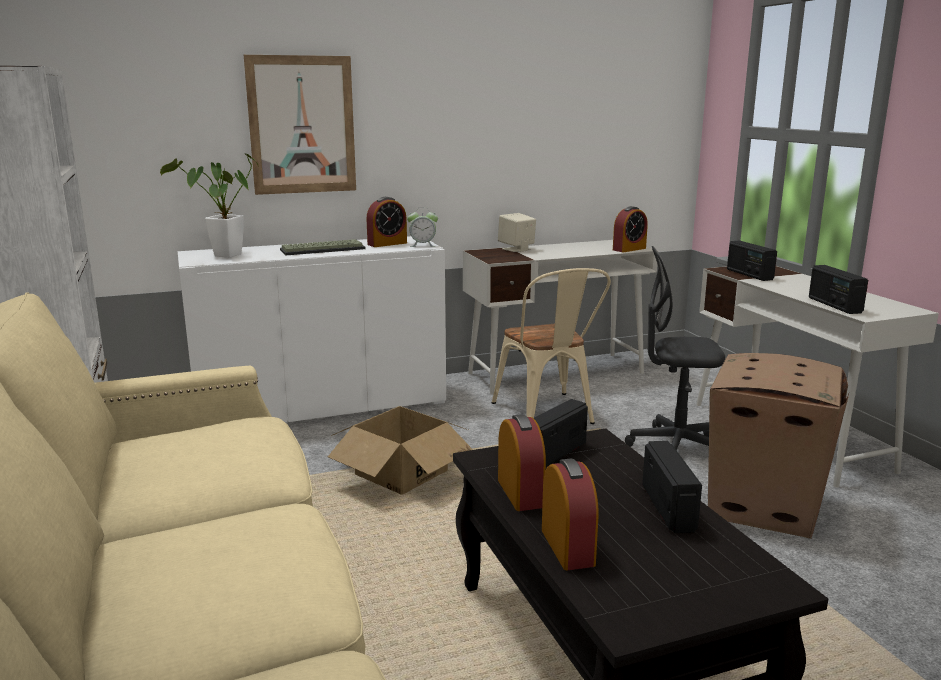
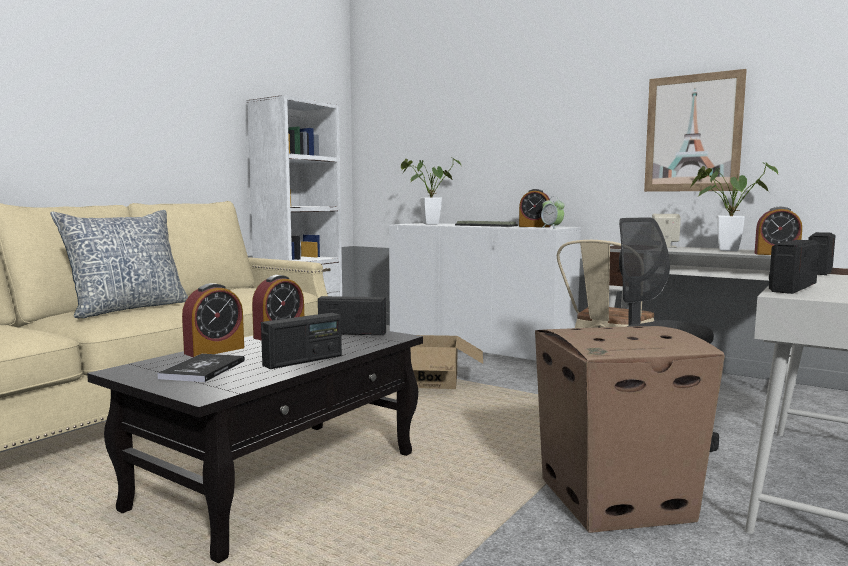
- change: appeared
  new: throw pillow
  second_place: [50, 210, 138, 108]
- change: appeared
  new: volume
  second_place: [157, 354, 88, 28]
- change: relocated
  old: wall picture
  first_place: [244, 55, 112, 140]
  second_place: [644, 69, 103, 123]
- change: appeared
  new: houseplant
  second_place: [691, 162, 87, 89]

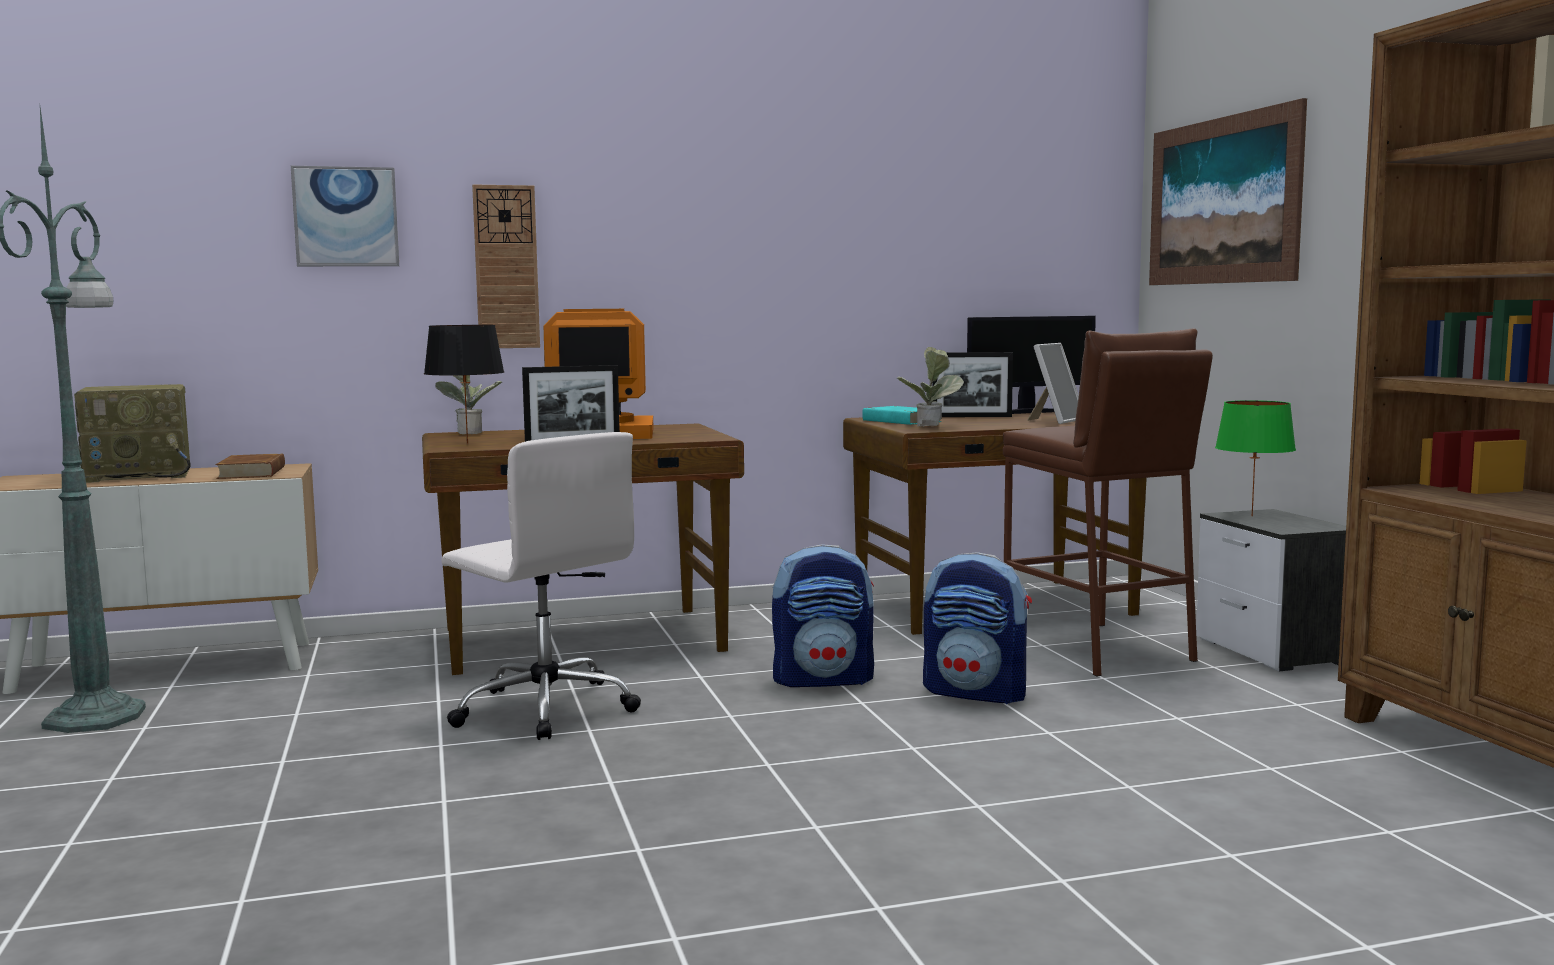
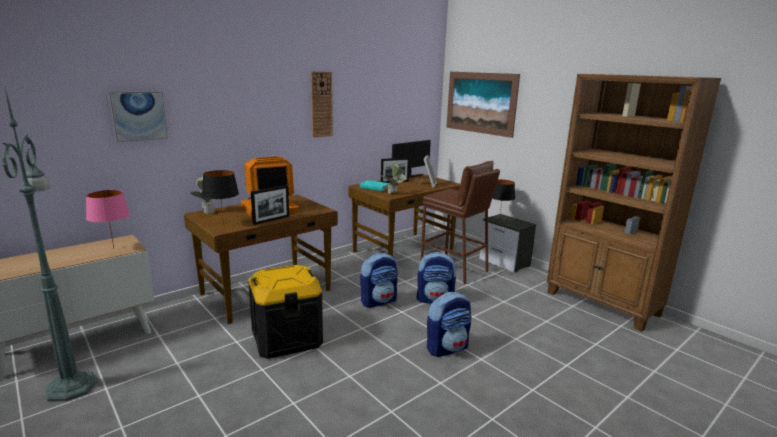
- change: exchanged
  old: brown volume
  new: pinkish lamp for a table
  first_place: [215, 453, 70, 26]
  second_place: [86, 190, 44, 58]
- change: exchanged
  old: white desk chair
  new: black-coloured storage container
  first_place: [442, 432, 199, 308]
  second_place: [248, 265, 75, 94]
- change: relocated
  old: hanging clock
  first_place: [472, 184, 68, 164]
  second_place: [311, 71, 22, 67]
- change: appeared
  new: rucksack
  second_place: [427, 292, 44, 65]
- change: colour
  old: greenish lamp for a table
  new: black-coloured lamp for a table
  first_place: [1215, 400, 81, 116]
  second_place: [492, 180, 23, 34]
- change: missing
  old: radio set
  first_place: [74, 384, 117, 99]

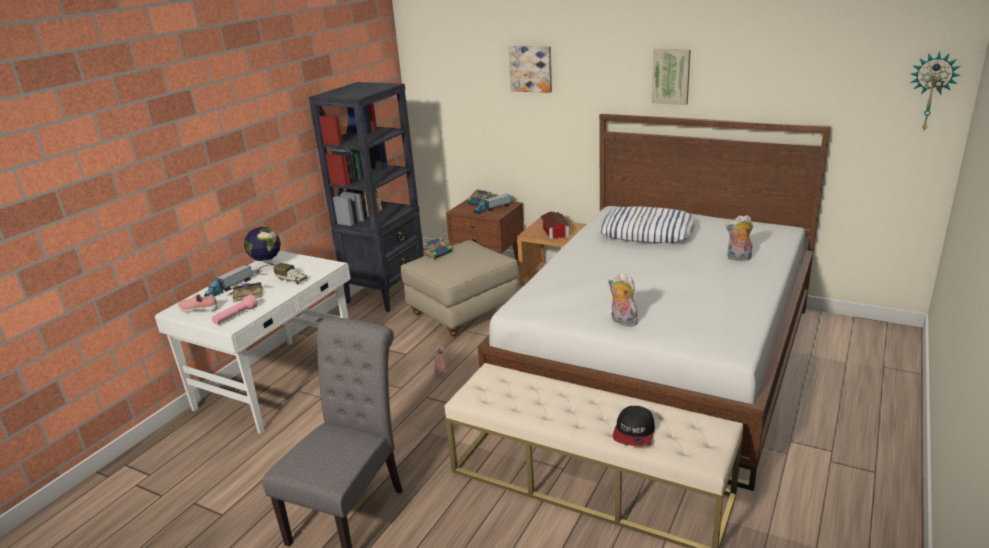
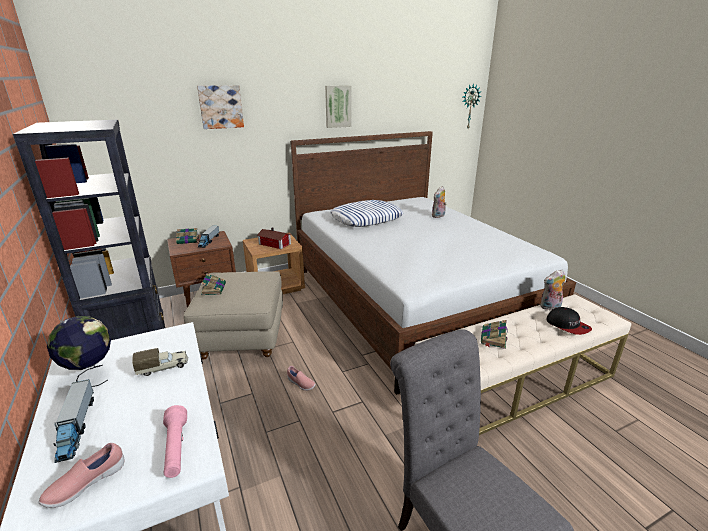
- change: relocated
  old: volume
  first_place: [229, 282, 33, 20]
  second_place: [481, 320, 27, 29]
- change: relocated
  old: plush toy
  first_place: [608, 273, 30, 54]
  second_place: [540, 269, 26, 41]

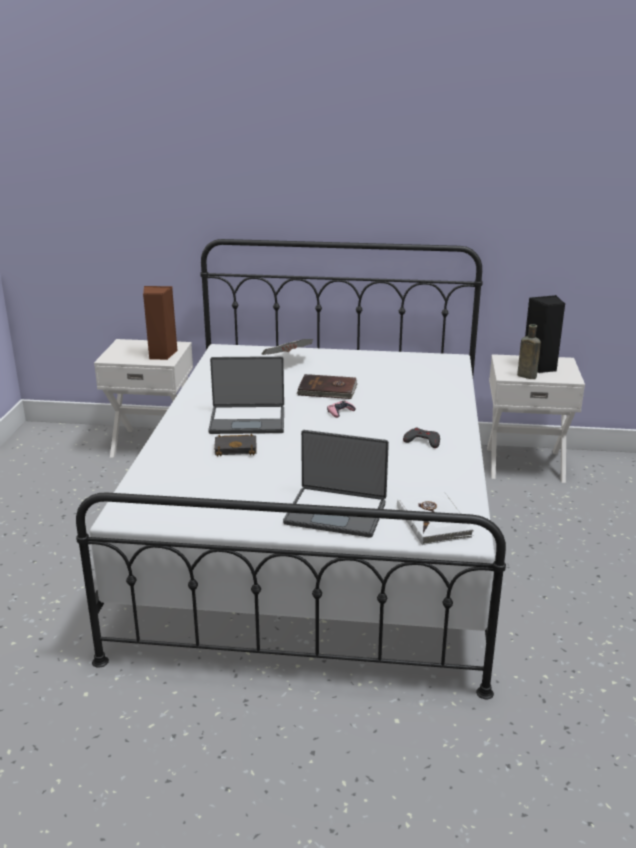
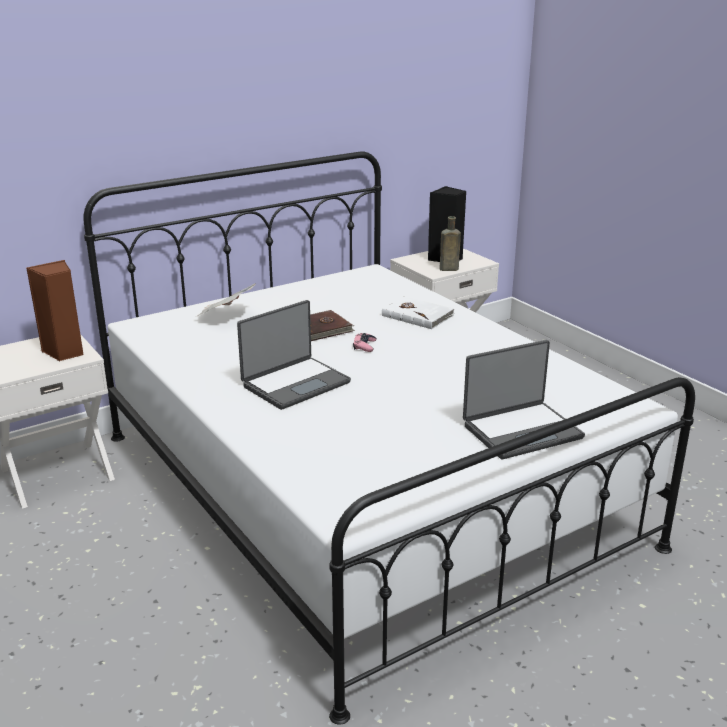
- change: relocated
  old: white volume
  first_place: [397, 493, 77, 52]
  second_place: [382, 296, 73, 33]
- change: missing
  old: black-coloured volume
  first_place: [214, 434, 43, 22]
- change: missing
  old: grey joypad
  first_place: [403, 427, 37, 21]

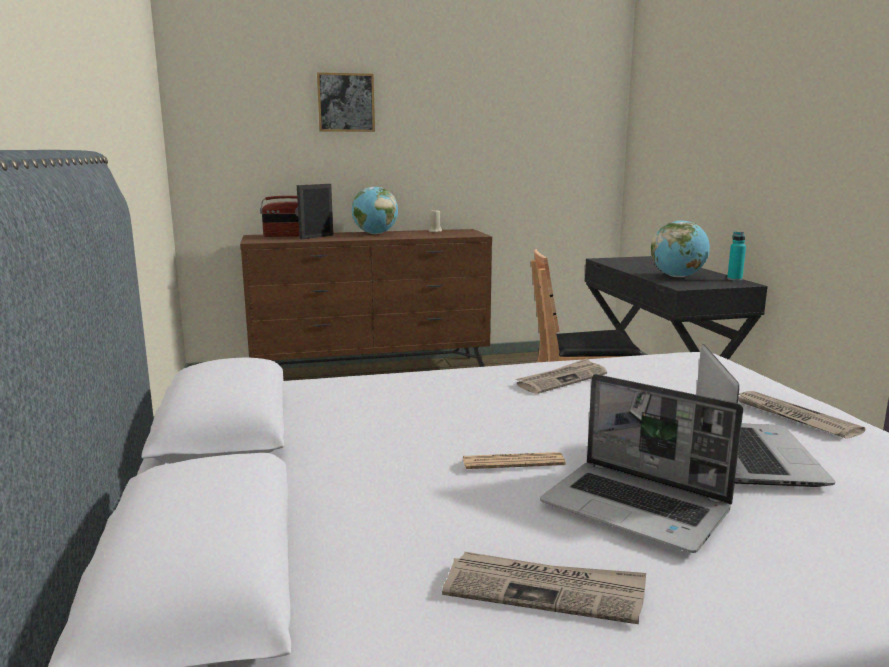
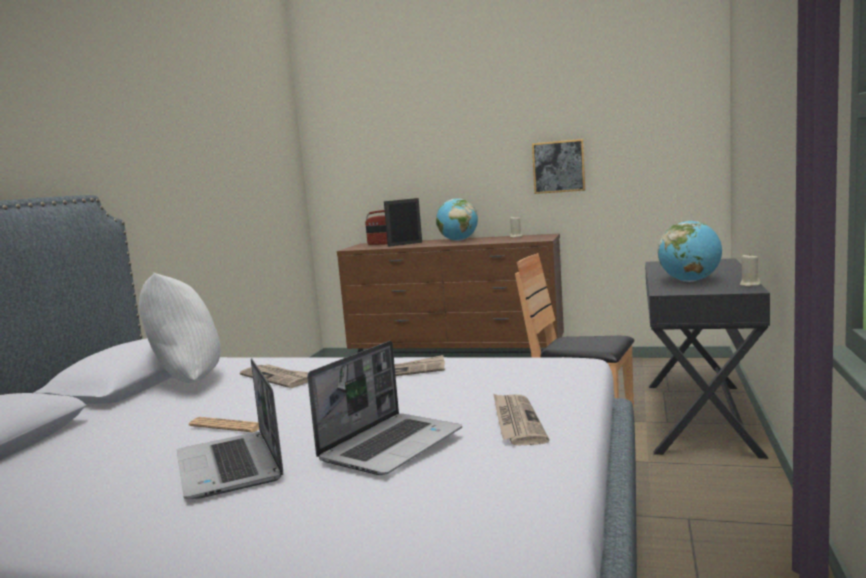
- change: appeared
  new: white throw pillow
  second_place: [139, 272, 82, 111]
- change: relocated
  old: newspaper
  first_place: [442, 552, 204, 72]
  second_place: [240, 364, 68, 24]
- change: relocated
  old: wall picture
  first_place: [317, 72, 58, 60]
  second_place: [532, 139, 53, 55]
- change: exchanged
  old: blue-green beverage bottle
  new: beige-coloured wax candle
  first_place: [727, 232, 19, 49]
  second_place: [740, 253, 21, 34]

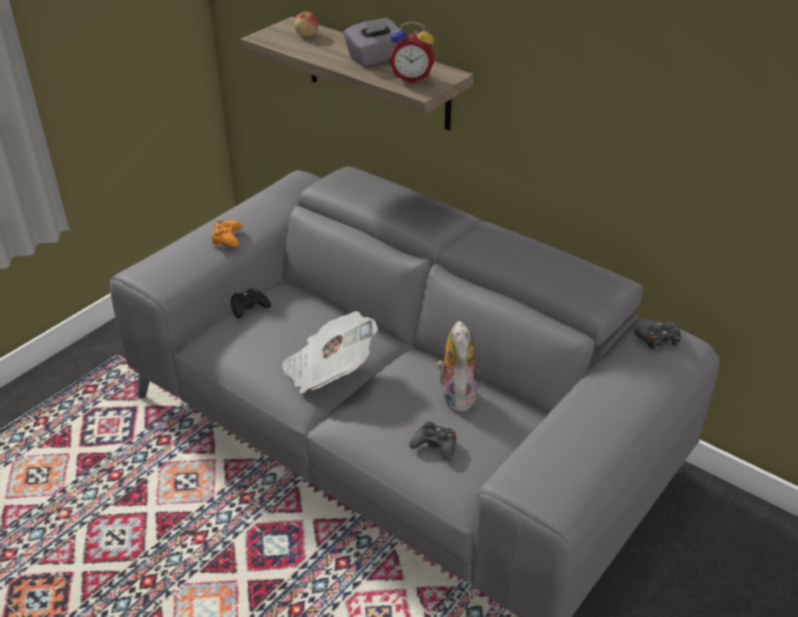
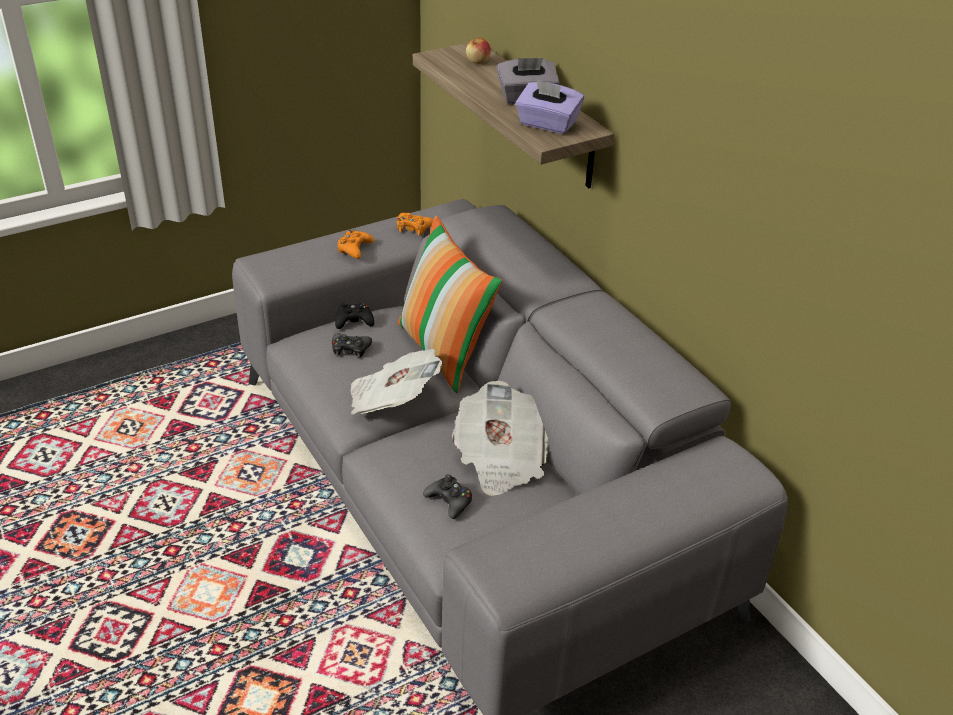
- change: relocated
  old: black-coloured joypad
  first_place: [634, 321, 47, 29]
  second_place: [332, 334, 40, 24]
- change: appeared
  new: orange-coloured joypad
  second_place: [397, 213, 37, 23]
- change: appeared
  new: throw pillow
  second_place: [398, 216, 104, 177]
- change: exchanged
  old: plush toy
  new: newspaper
  first_place: [436, 321, 41, 92]
  second_place: [452, 381, 96, 115]
- change: exchanged
  old: bedside clock
  new: purplish box of tissues
  first_place: [389, 21, 46, 62]
  second_place: [515, 80, 69, 54]

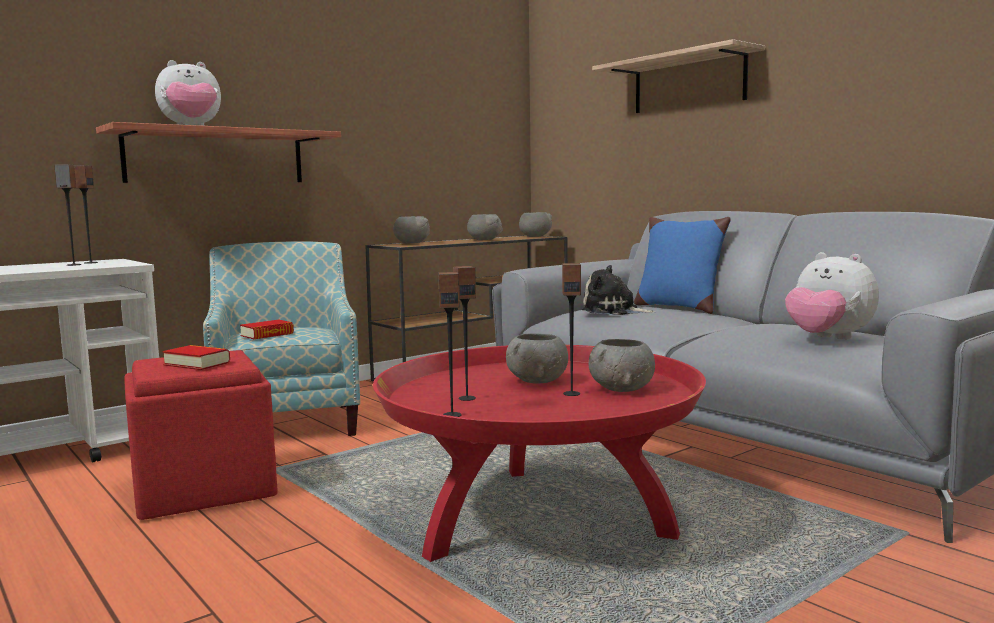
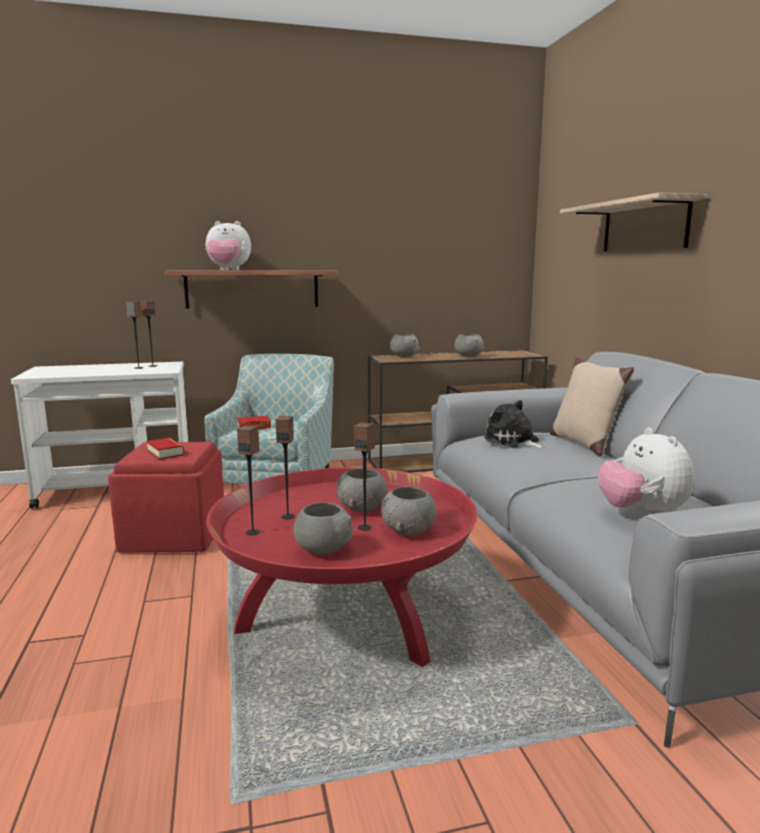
- change: relocated
  old: grey deep dish
  first_place: [519, 212, 33, 25]
  second_place: [293, 503, 60, 52]
- change: colour
  old: bluish throw pillow
  new: beige-coloured throw pillow
  first_place: [634, 217, 97, 97]
  second_place: [550, 356, 84, 101]

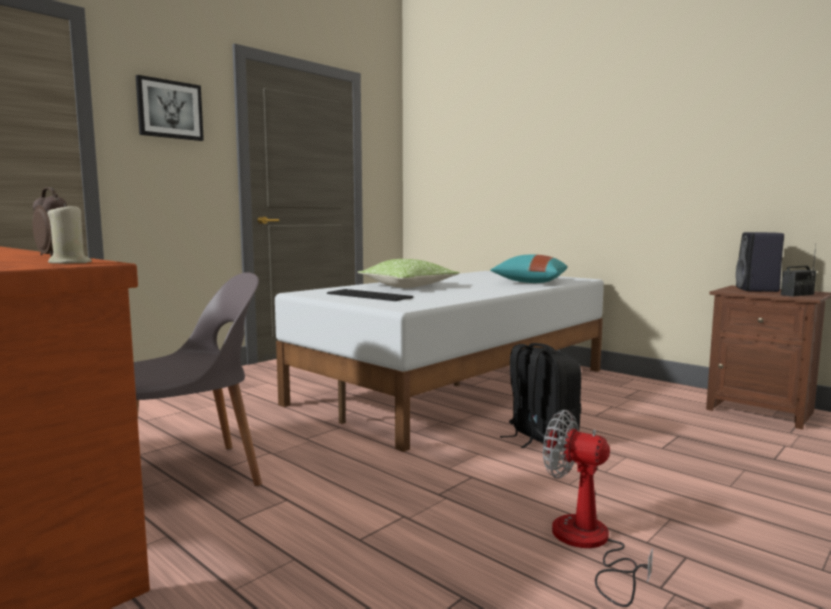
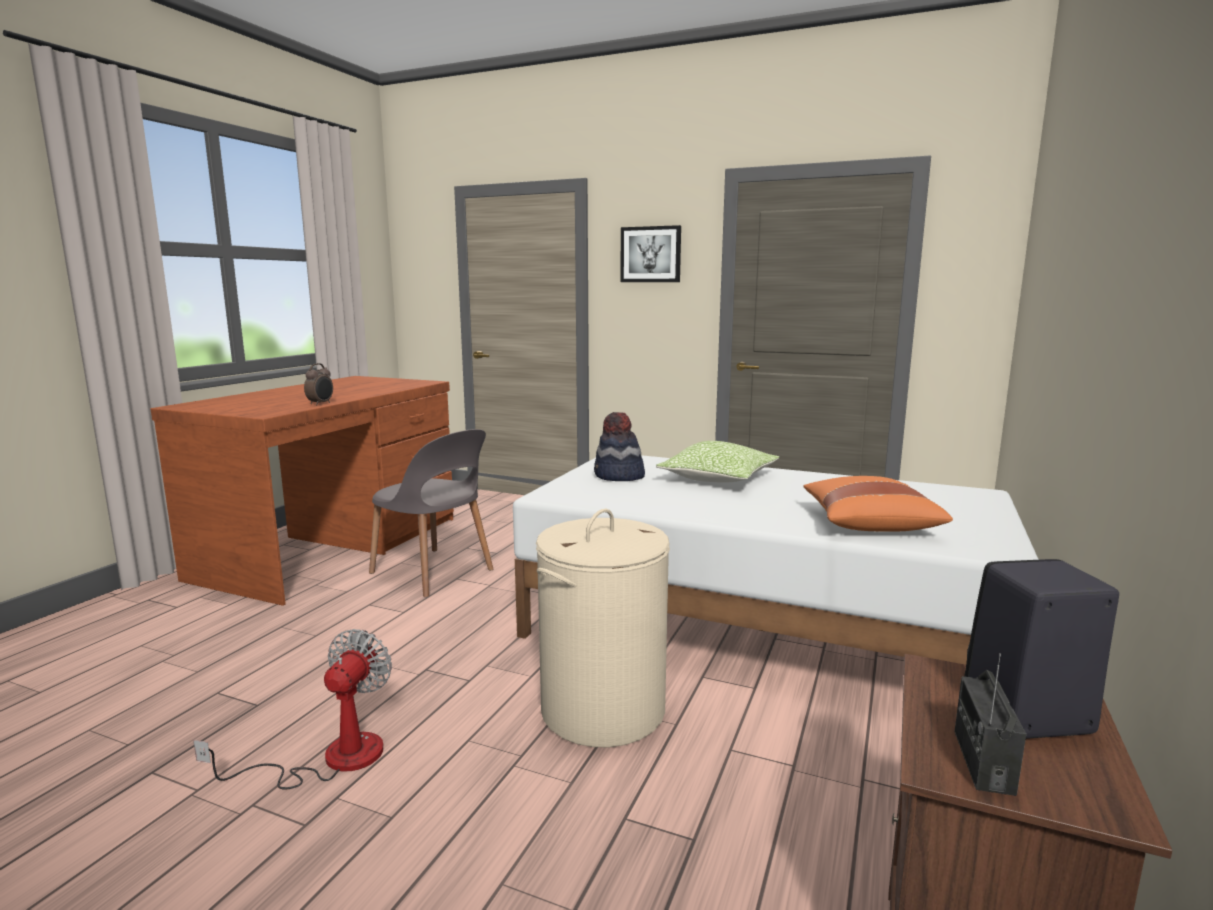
- change: exchanged
  old: black-coloured rucksack
  new: beige-coloured hamper
  first_place: [500, 343, 81, 105]
  second_place: [536, 509, 134, 238]
- change: exchanged
  old: computer keyboard
  new: clothing hat
  first_place: [327, 289, 86, 12]
  second_place: [594, 412, 51, 69]
- change: colour
  old: blue-green throw pillow
  new: orange-coloured throw pillow
  first_place: [490, 254, 77, 29]
  second_place: [803, 476, 150, 56]
- change: spun
  old: radio set
  first_place: [781, 244, 35, 53]
  second_place: [954, 653, 72, 143]
  degrees: 60
- change: missing
  old: beige-coloured wax candle
  first_place: [47, 203, 45, 61]

